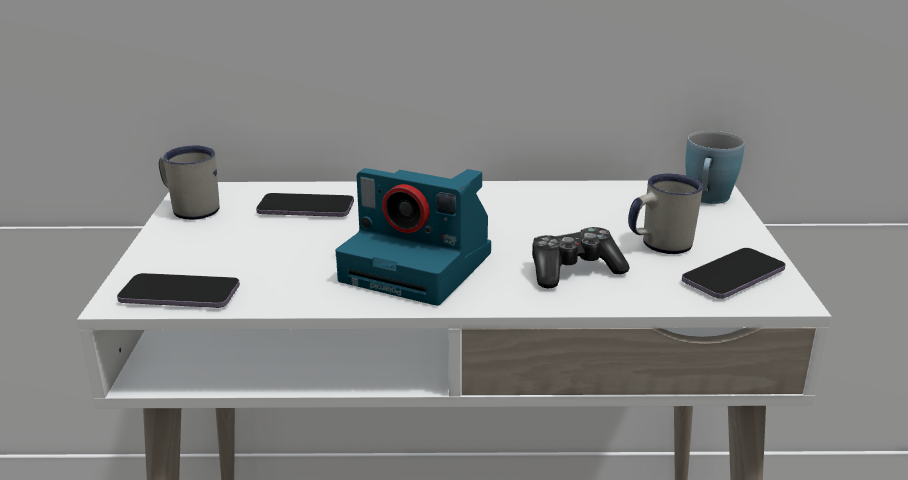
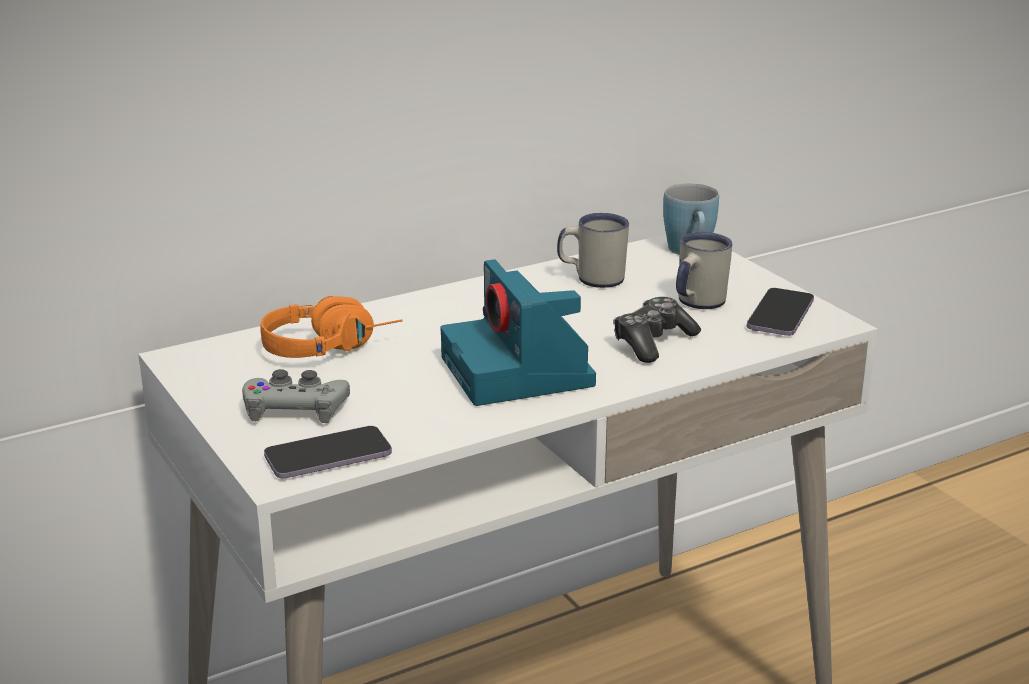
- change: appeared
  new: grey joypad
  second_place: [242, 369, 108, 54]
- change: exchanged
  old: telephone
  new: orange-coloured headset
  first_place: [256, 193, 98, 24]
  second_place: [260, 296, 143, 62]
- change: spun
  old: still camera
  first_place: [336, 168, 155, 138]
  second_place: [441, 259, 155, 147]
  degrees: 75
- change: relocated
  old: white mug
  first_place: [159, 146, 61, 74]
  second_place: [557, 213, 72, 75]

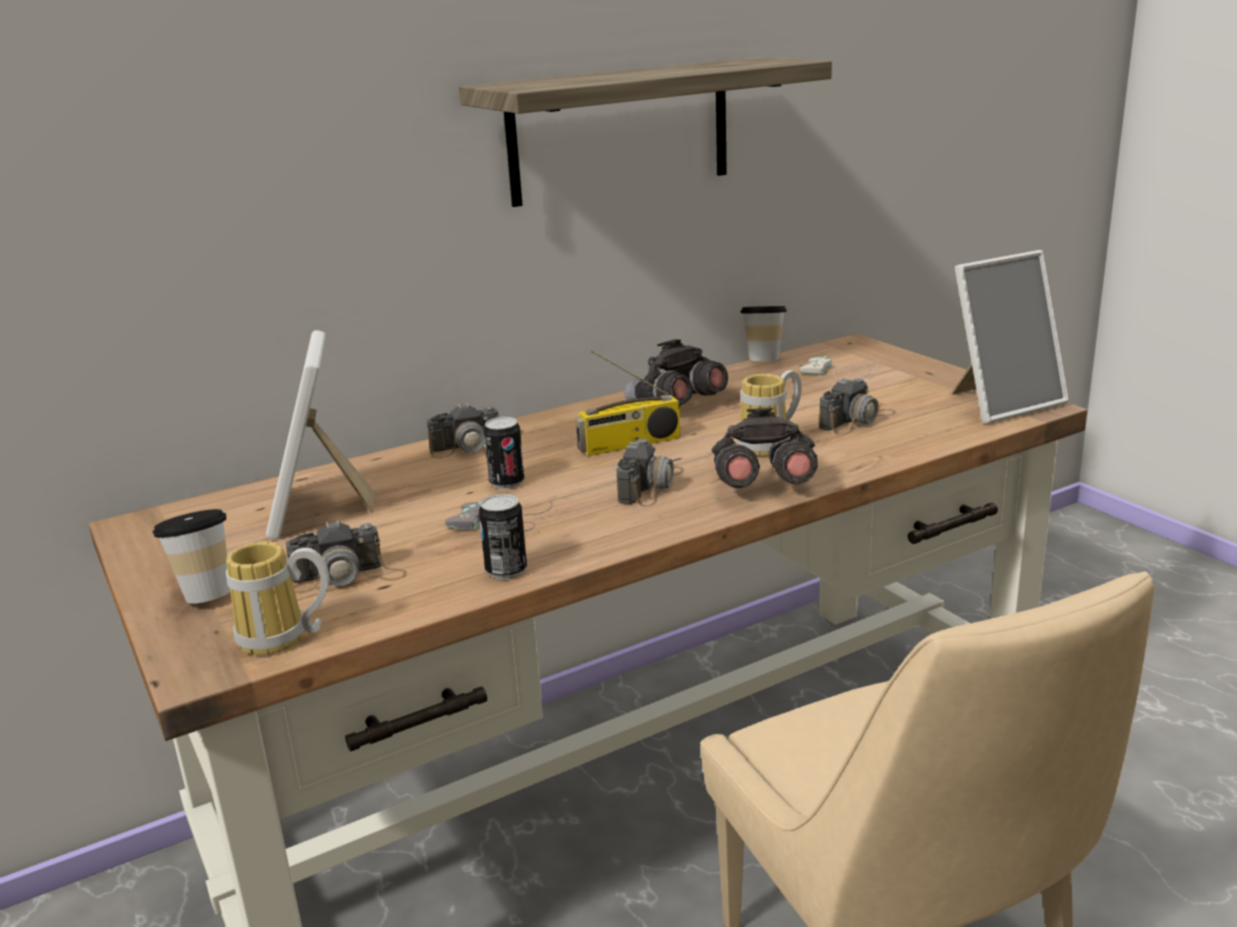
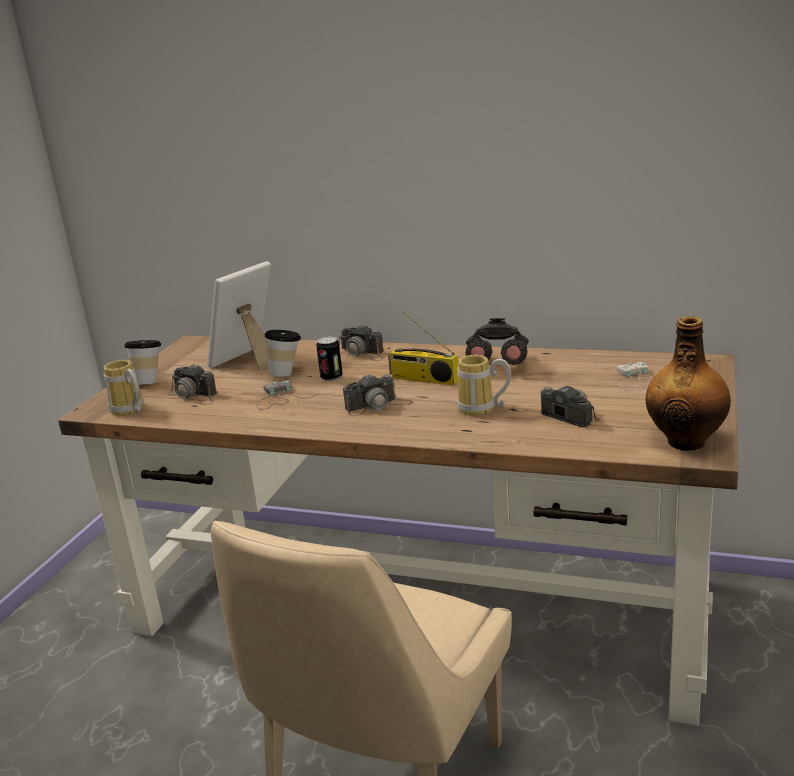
- change: relocated
  old: small cup
  first_place: [740, 306, 47, 55]
  second_place: [265, 330, 36, 47]
- change: spun
  old: still camera
  first_place: [819, 378, 77, 57]
  second_place: [541, 386, 59, 41]
  degrees: -135
- change: exchanged
  old: standing frame
  new: beverage bottle
  first_place: [951, 250, 118, 174]
  second_place: [646, 316, 85, 135]
- change: missing
  old: bracket shelf
  first_place: [459, 57, 373, 150]
- change: missing
  old: can
  first_place: [479, 494, 48, 85]
- change: missing
  old: grey field glasses
  first_place: [711, 408, 107, 80]

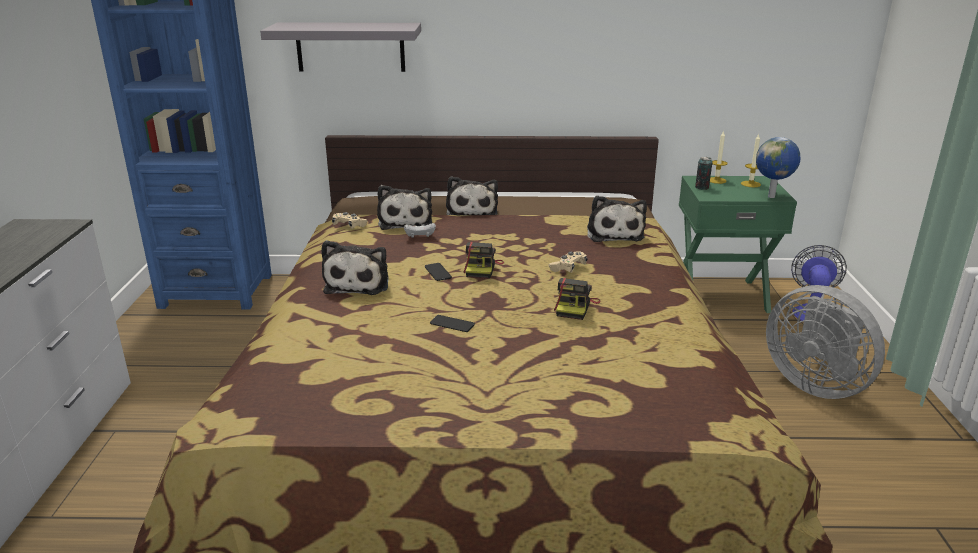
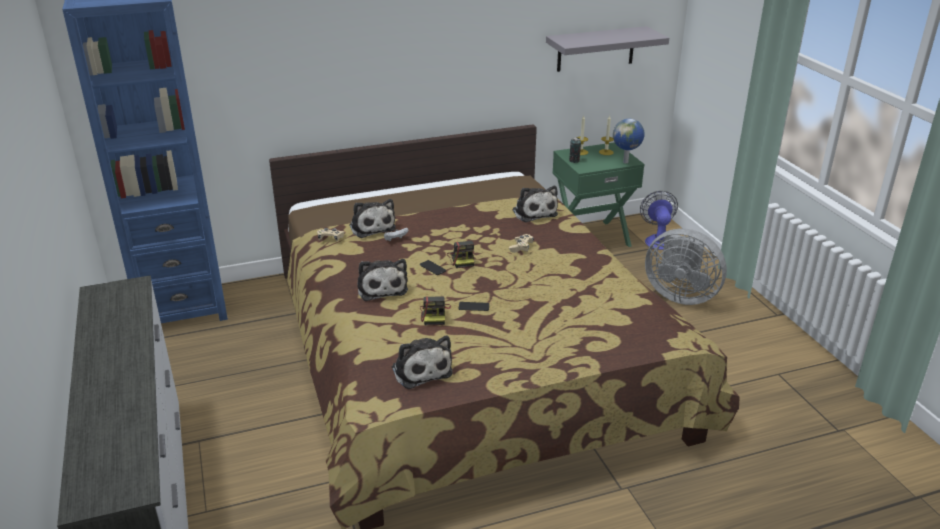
- change: relocated
  old: plush toy
  first_place: [446, 176, 52, 40]
  second_place: [392, 335, 61, 54]
- change: relocated
  old: still camera
  first_place: [554, 278, 46, 42]
  second_place: [420, 296, 31, 29]
- change: relocated
  old: grey bracket shelf
  first_place: [260, 22, 161, 50]
  second_place: [546, 26, 123, 46]

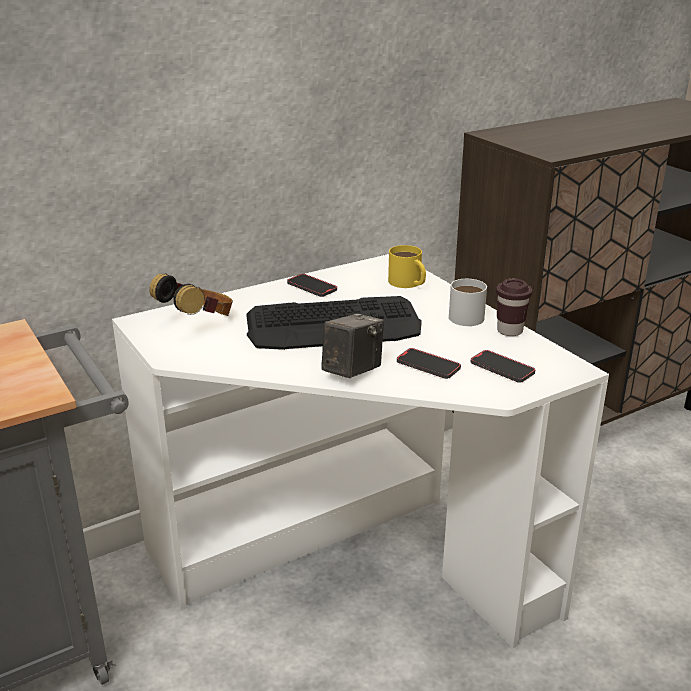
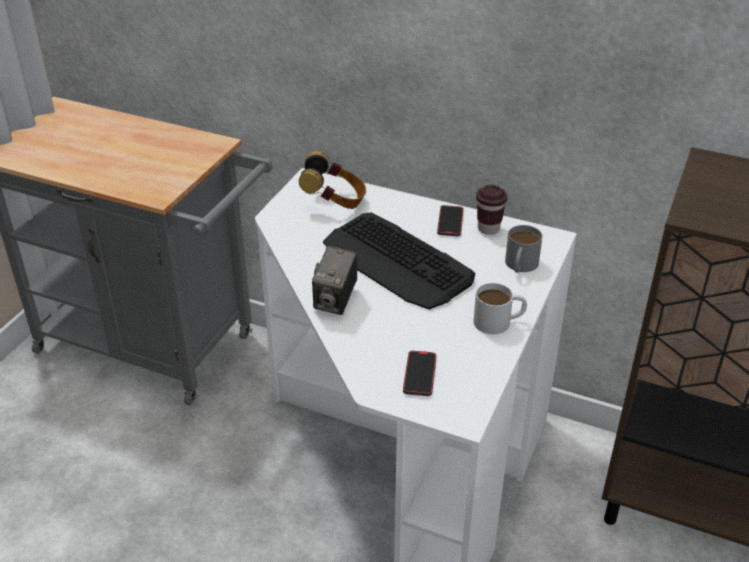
- change: spun
  old: still camera
  first_place: [321, 314, 63, 64]
  second_place: [312, 246, 45, 69]
  degrees: 105
- change: relocated
  old: brown small cup
  first_place: [496, 279, 36, 57]
  second_place: [476, 185, 32, 50]
- change: colour
  old: yellow mug
  new: grey mug
  first_place: [388, 245, 38, 43]
  second_place: [505, 225, 38, 48]
- change: missing
  old: telephone
  first_place: [397, 348, 64, 31]

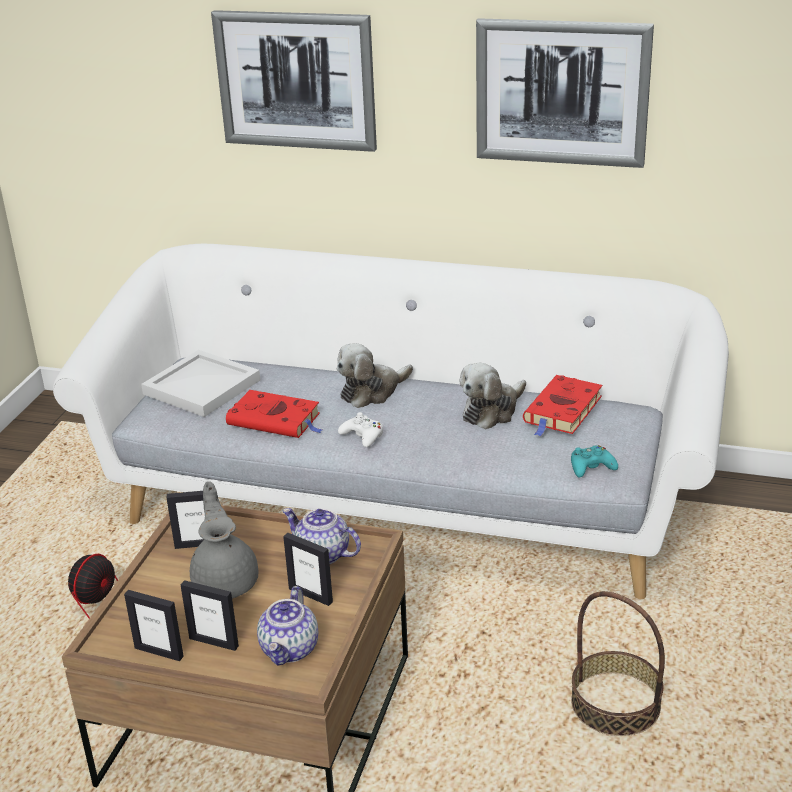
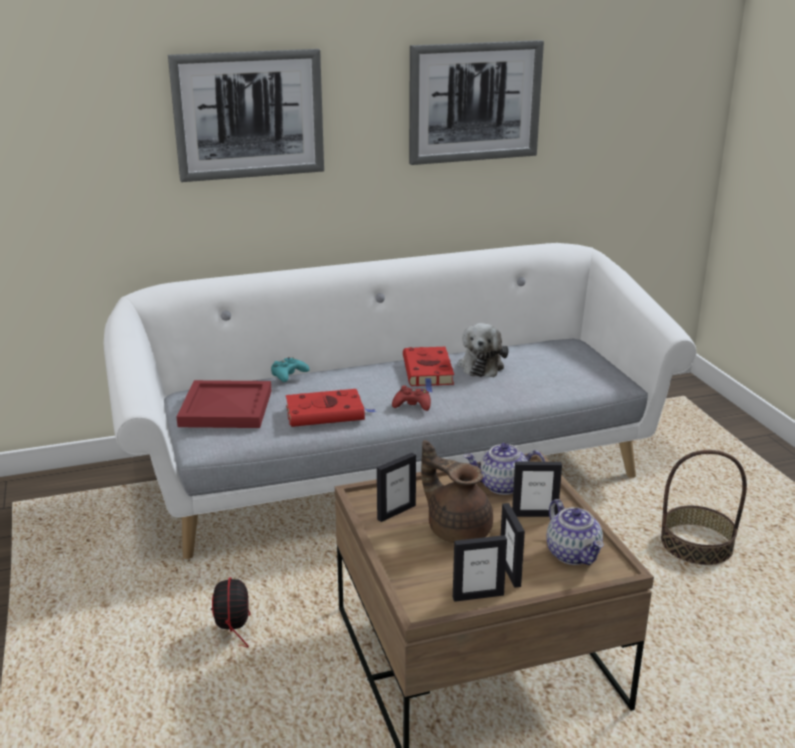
- change: colour
  old: white tray
  new: red tray
  first_place: [141, 350, 119, 67]
  second_place: [177, 380, 95, 48]
- change: relocated
  old: blue-green joypad
  first_place: [571, 445, 47, 32]
  second_place: [271, 357, 38, 25]
- change: colour
  old: white joypad
  new: red joypad
  first_place: [338, 412, 45, 35]
  second_place: [392, 385, 39, 26]
- change: relocated
  old: red volume
  first_place: [523, 375, 79, 62]
  second_place: [403, 347, 51, 46]
- change: colour
  old: grey pot for tea
  new: brown pot for tea
  first_place: [190, 482, 68, 117]
  second_place: [421, 440, 72, 103]
- change: spun
  old: standing frame
  first_place: [181, 580, 58, 71]
  second_place: [500, 503, 25, 85]
  degrees: 90
- change: missing
  old: plush toy
  first_place: [337, 343, 76, 65]

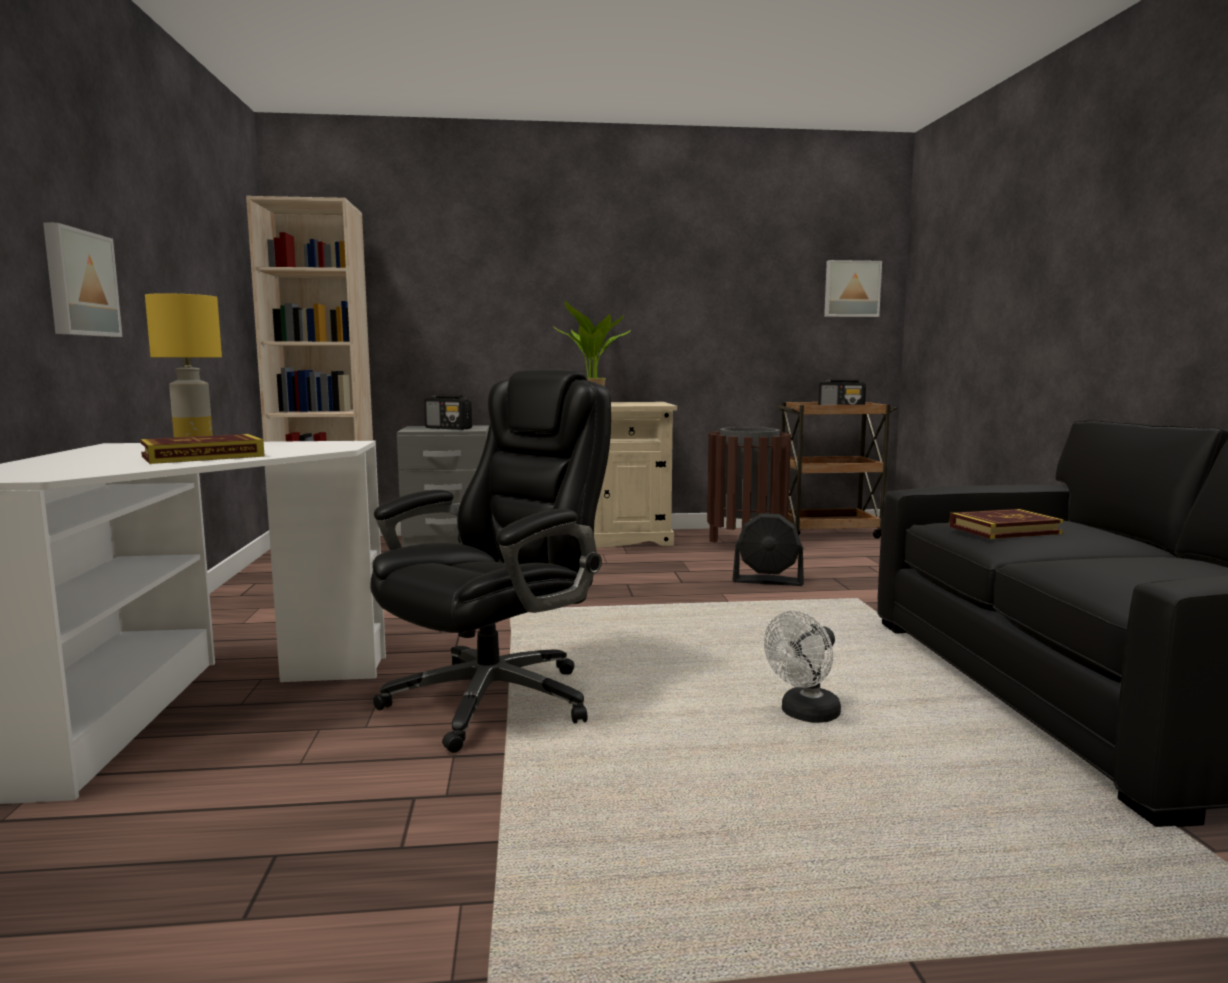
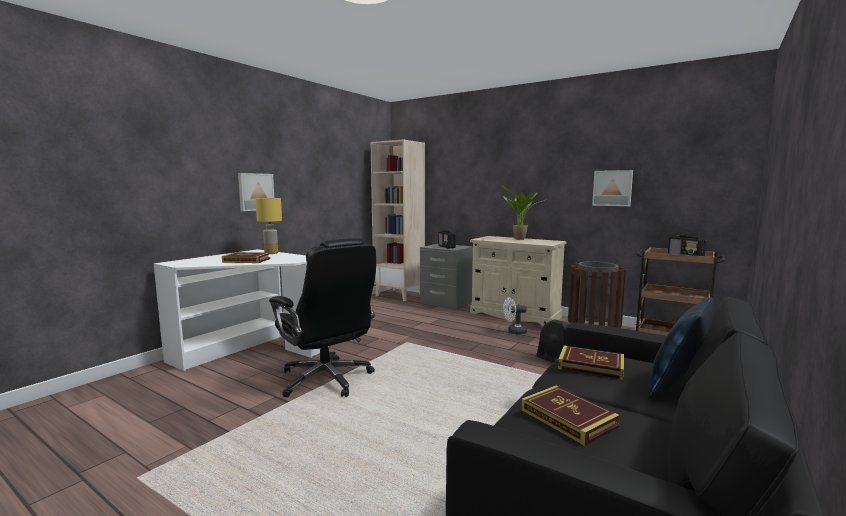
- change: spun
  old: black-coloured desk chair
  first_place: [370, 369, 241, 384]
  second_place: [269, 238, 107, 159]
  degrees: 60
- change: relocated
  old: white cooling fan
  first_place: [764, 611, 77, 112]
  second_place: [503, 297, 24, 37]
- change: appeared
  new: volume
  second_place: [521, 385, 99, 61]
- change: relocated
  old: wall picture
  first_place: [824, 260, 58, 57]
  second_place: [592, 170, 41, 36]
- change: appeared
  new: bluish throw pillow
  second_place: [648, 297, 67, 101]

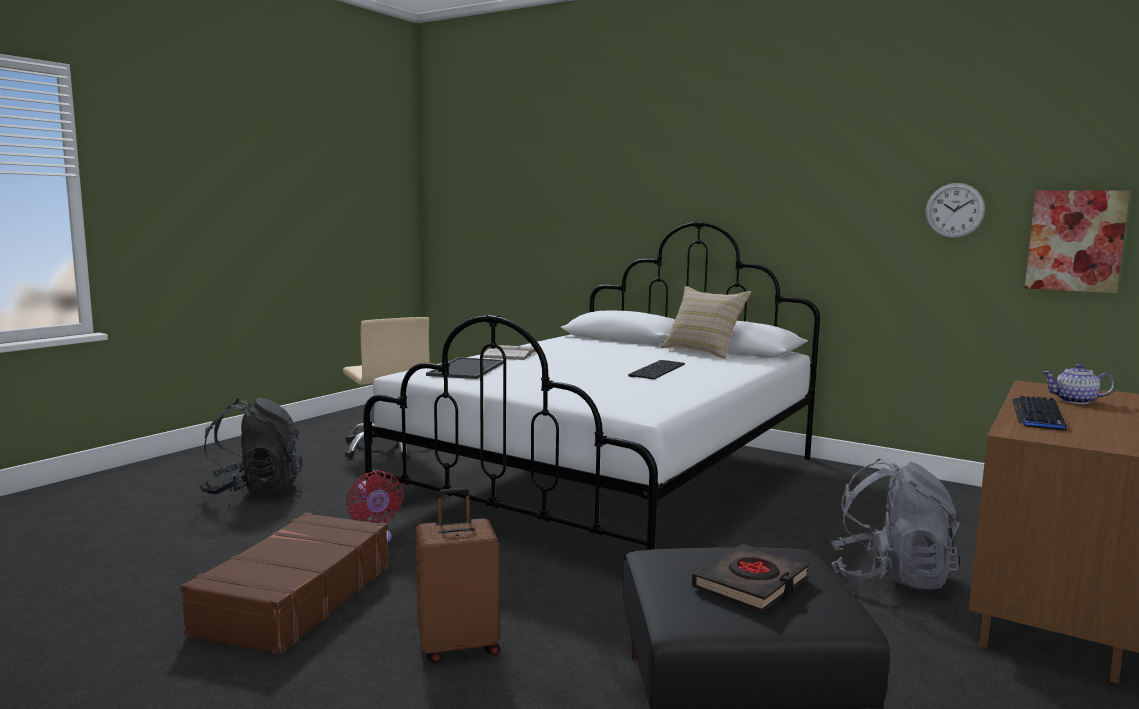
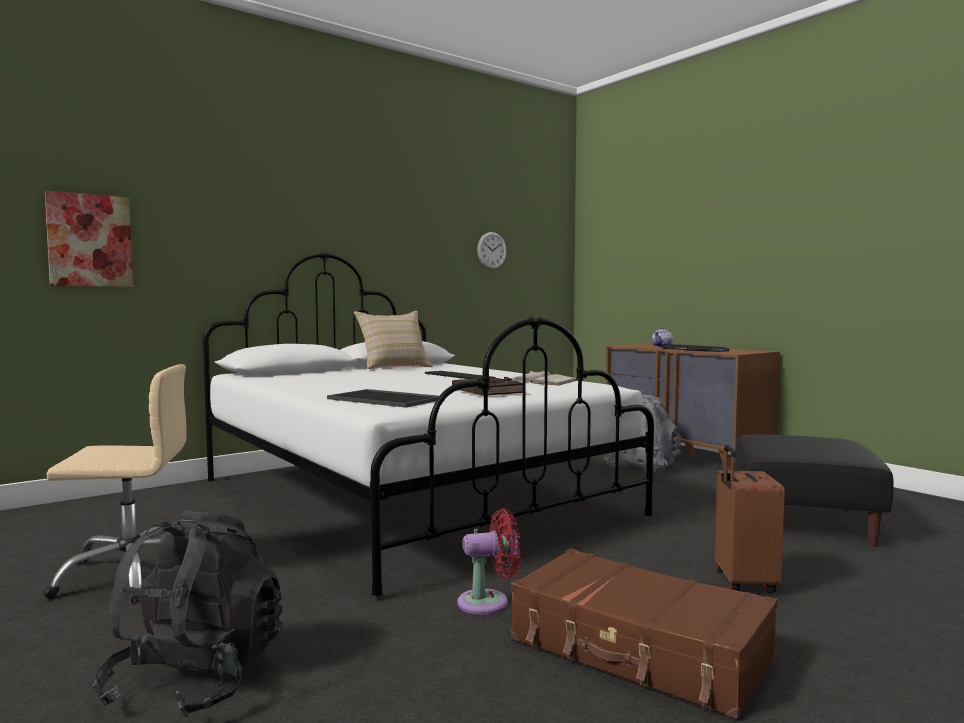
- change: relocated
  old: wall picture
  first_place: [1025, 190, 105, 103]
  second_place: [45, 191, 88, 96]
- change: relocated
  old: black-coloured volume
  first_place: [691, 543, 119, 69]
  second_place: [452, 377, 71, 19]
- change: relocated
  old: white volume
  first_place: [483, 345, 52, 15]
  second_place: [511, 371, 65, 14]

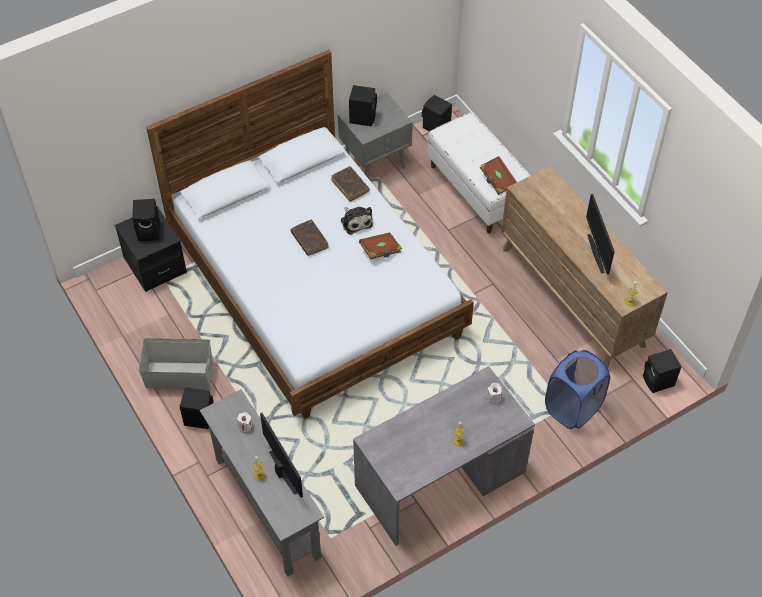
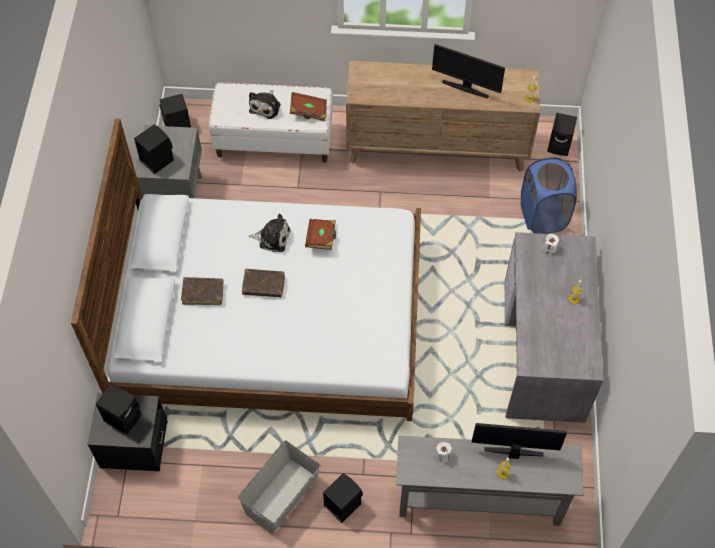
- change: relocated
  old: brown volume
  first_place: [331, 166, 38, 36]
  second_place: [181, 277, 43, 28]
- change: appeared
  new: plush toy
  second_place: [249, 90, 32, 29]

